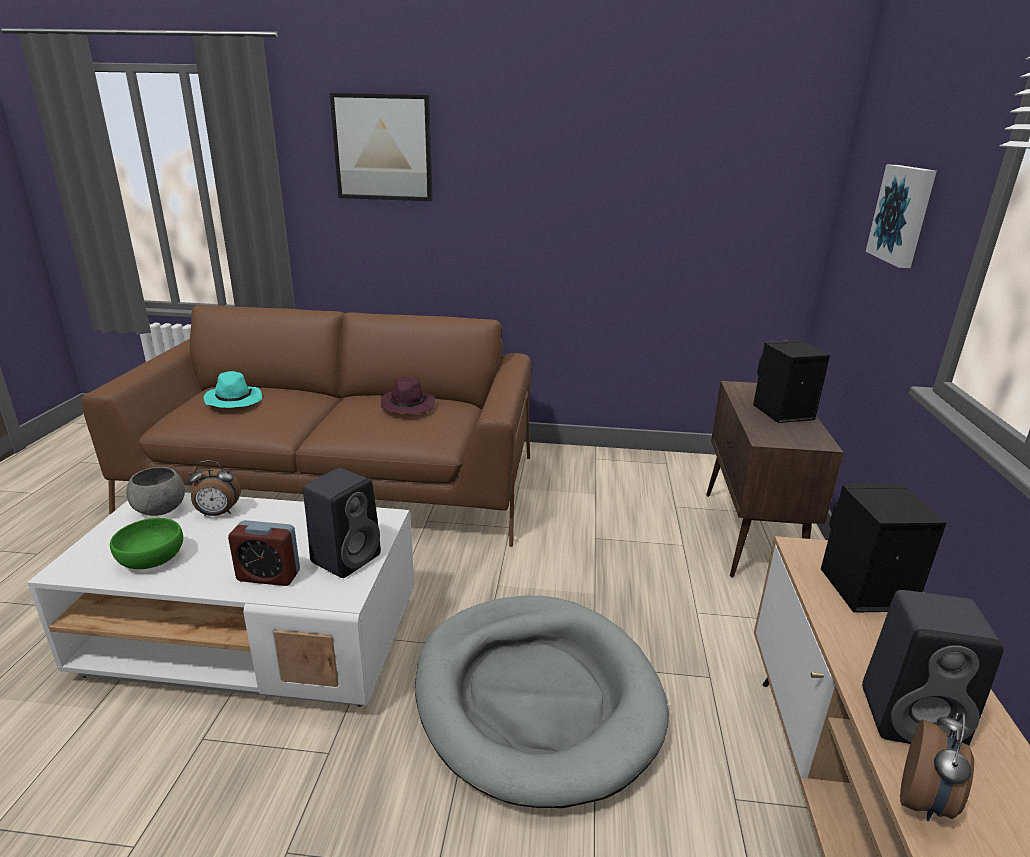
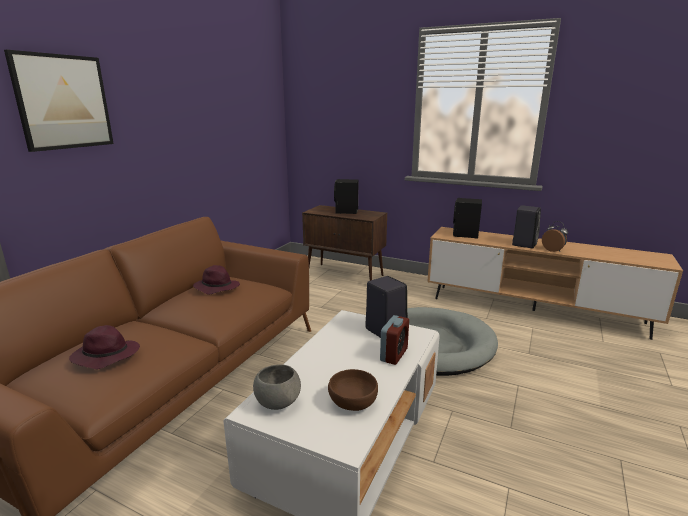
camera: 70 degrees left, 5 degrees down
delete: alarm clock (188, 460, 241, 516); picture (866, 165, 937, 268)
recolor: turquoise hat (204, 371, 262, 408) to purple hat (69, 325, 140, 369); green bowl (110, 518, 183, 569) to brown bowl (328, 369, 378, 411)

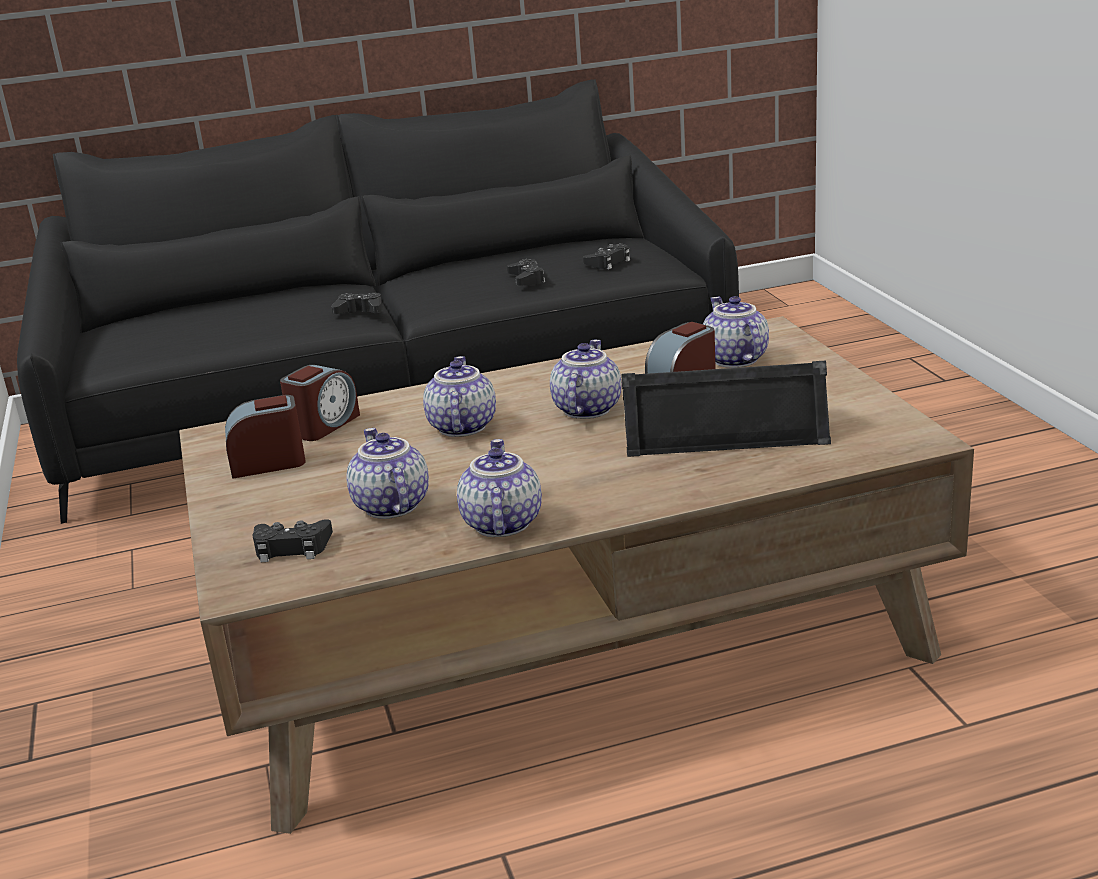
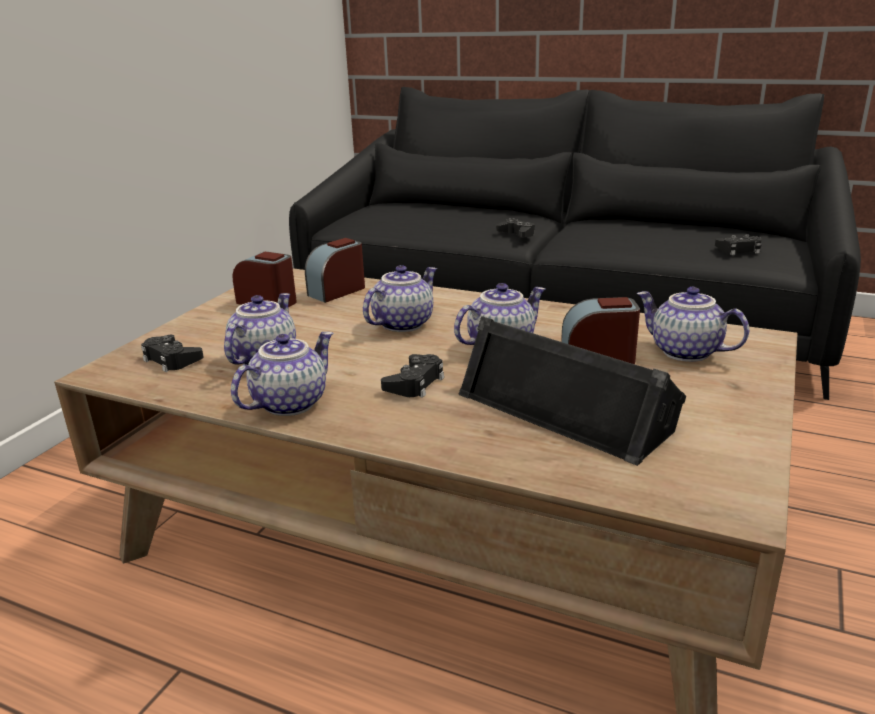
camera: 40 degrees right, 0 degrees up
move: black game controller (507, 259, 545, 286) to (381, 354, 444, 398)
rotate: alarm clock (280, 365, 360, 441) = (305, 238, 365, 303) 150 degrees clockwise; teapot (703, 296, 769, 368) = (637, 287, 749, 362) 75 degrees counterclockwise

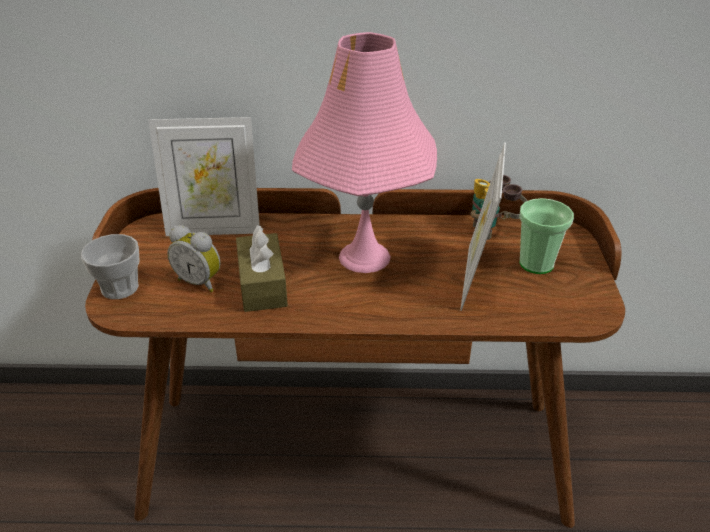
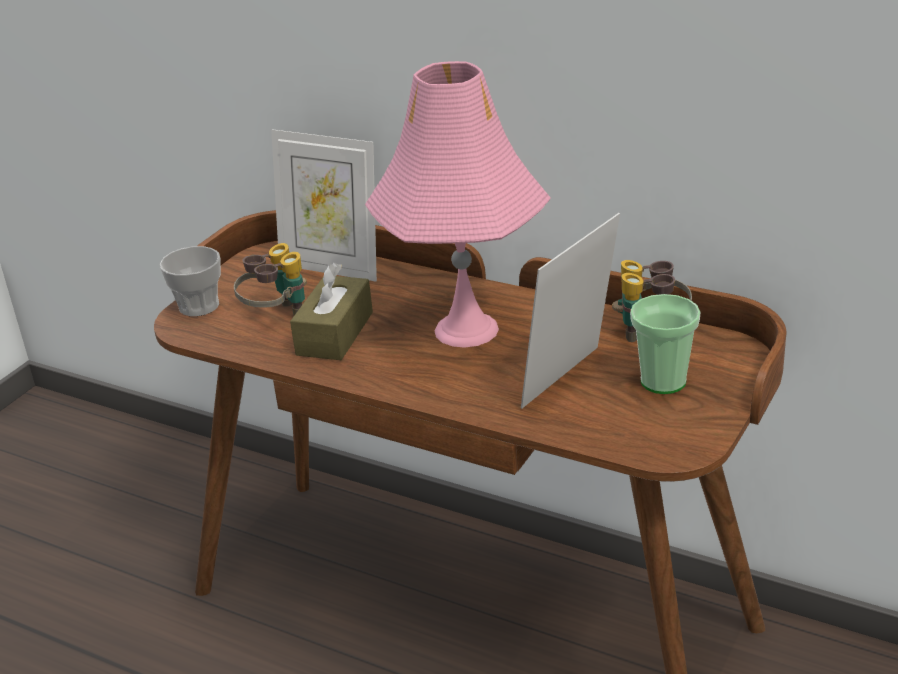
camera: 30 degrees right, 5 degrees down
replace: alarm clock (167, 225, 220, 292) to binoculars (234, 243, 307, 315)

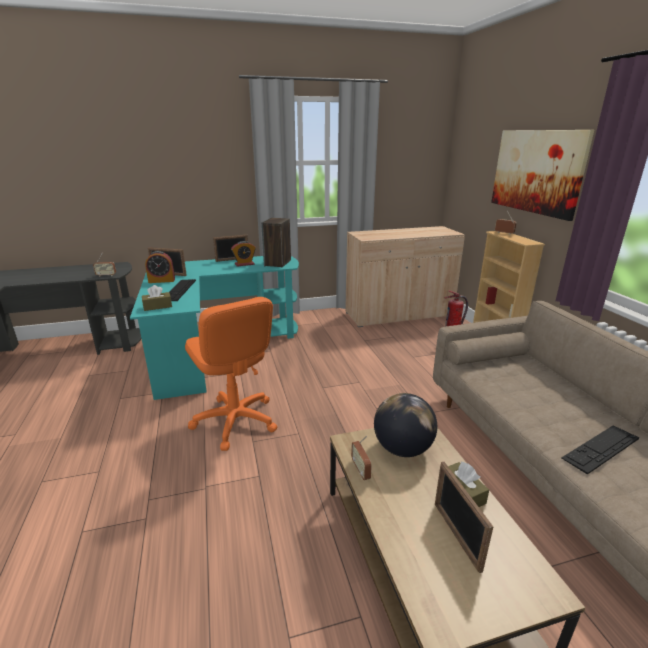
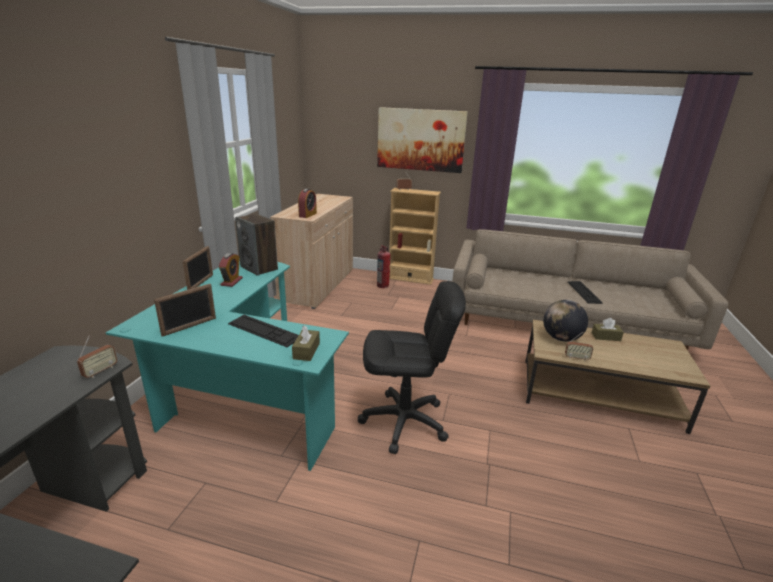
camera: 60 degrees left, 0 degrees up
delete: picture frame (435, 462, 493, 573)
move: alarm clock (145, 251, 175, 283) to (298, 189, 317, 218)
recolor: orange office chair (185, 297, 277, 451) to black office chair (358, 281, 466, 454)

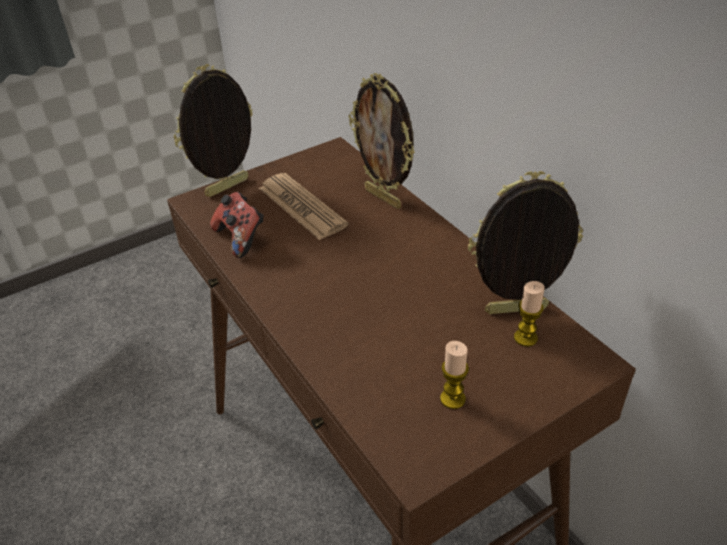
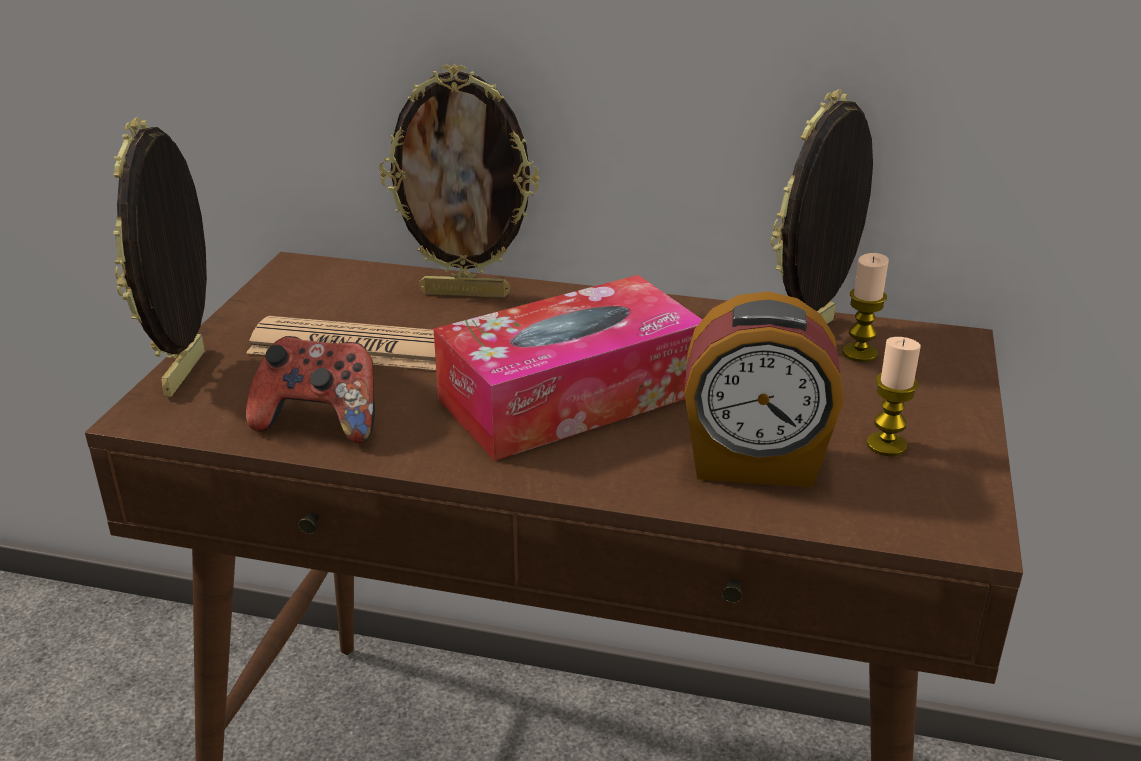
camera: 45 degrees left, 10 degrees down
insert: tissue box (433, 275, 702, 461); alarm clock (684, 291, 843, 488)

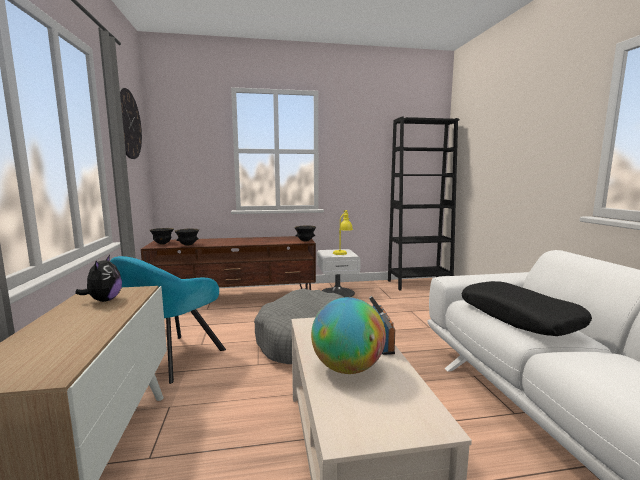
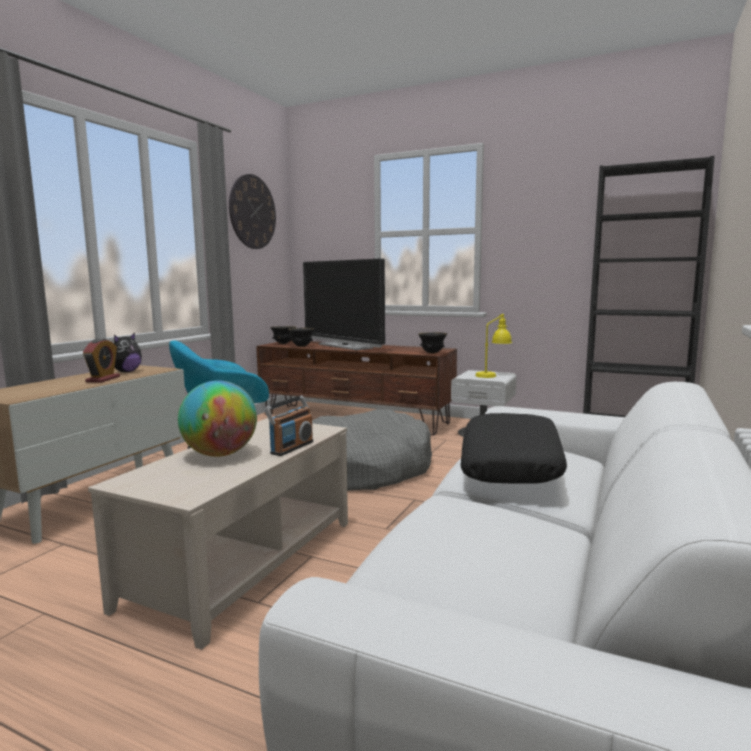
camera: 35 degrees right, 0 degrees up
insert: alarm clock (83, 339, 120, 382); television (303, 259, 385, 350)

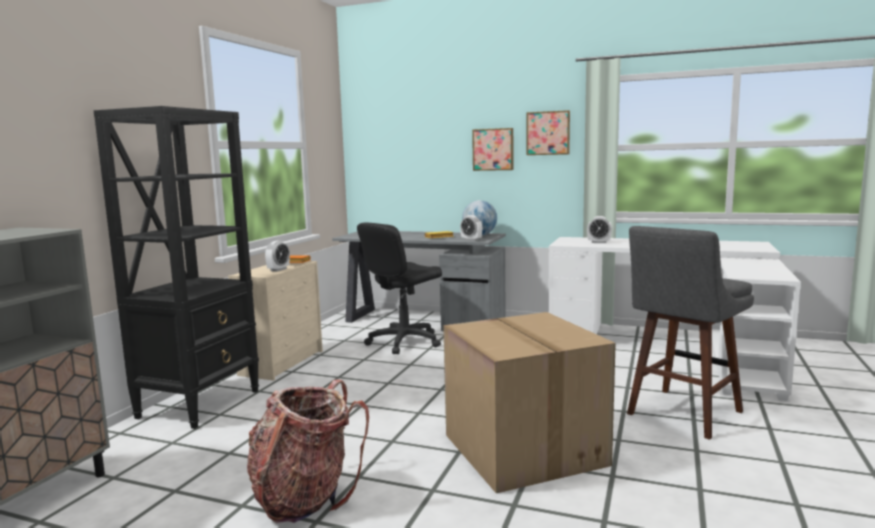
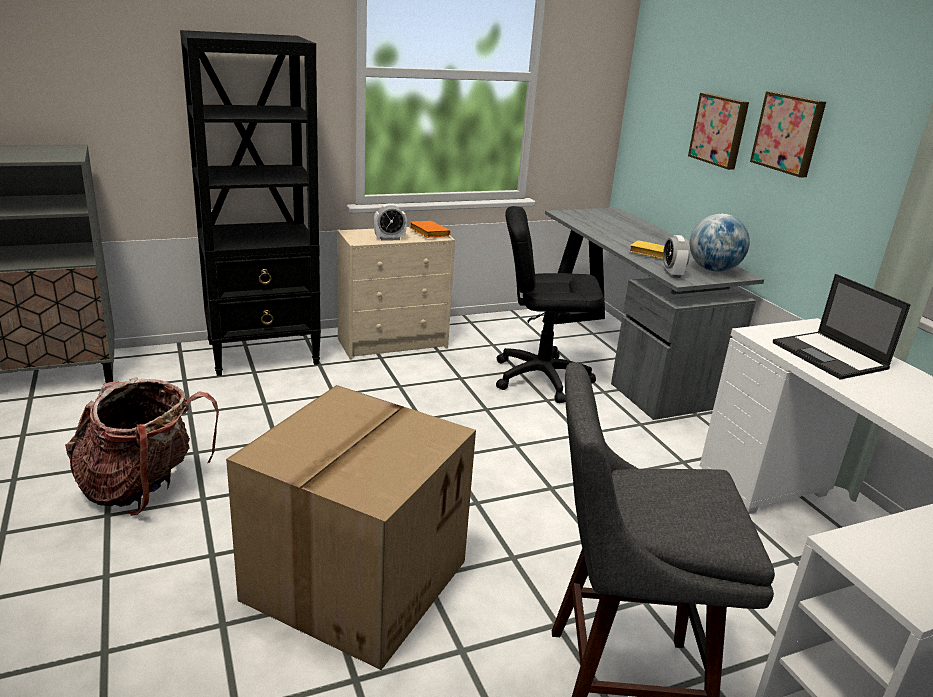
camera: 45 degrees right, 15 degrees up
move: picture (527, 110, 570, 155) to (688, 93, 749, 170)
replace: alarm clock (587, 216, 612, 243) to laptop (773, 274, 911, 380)

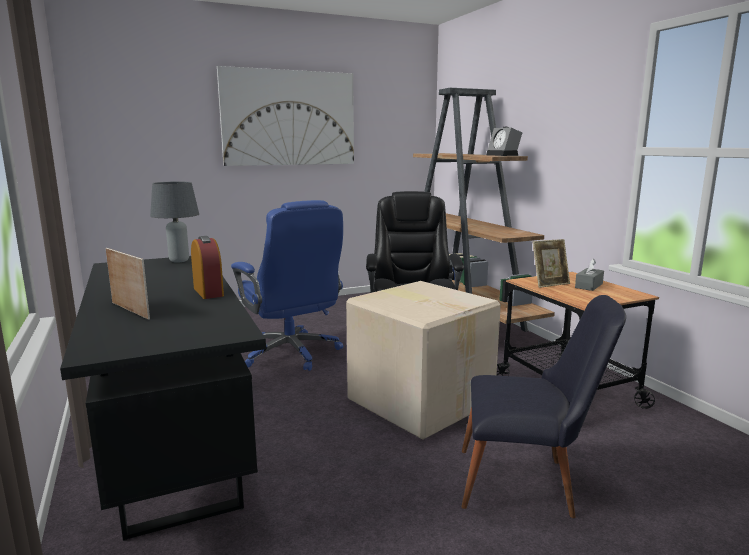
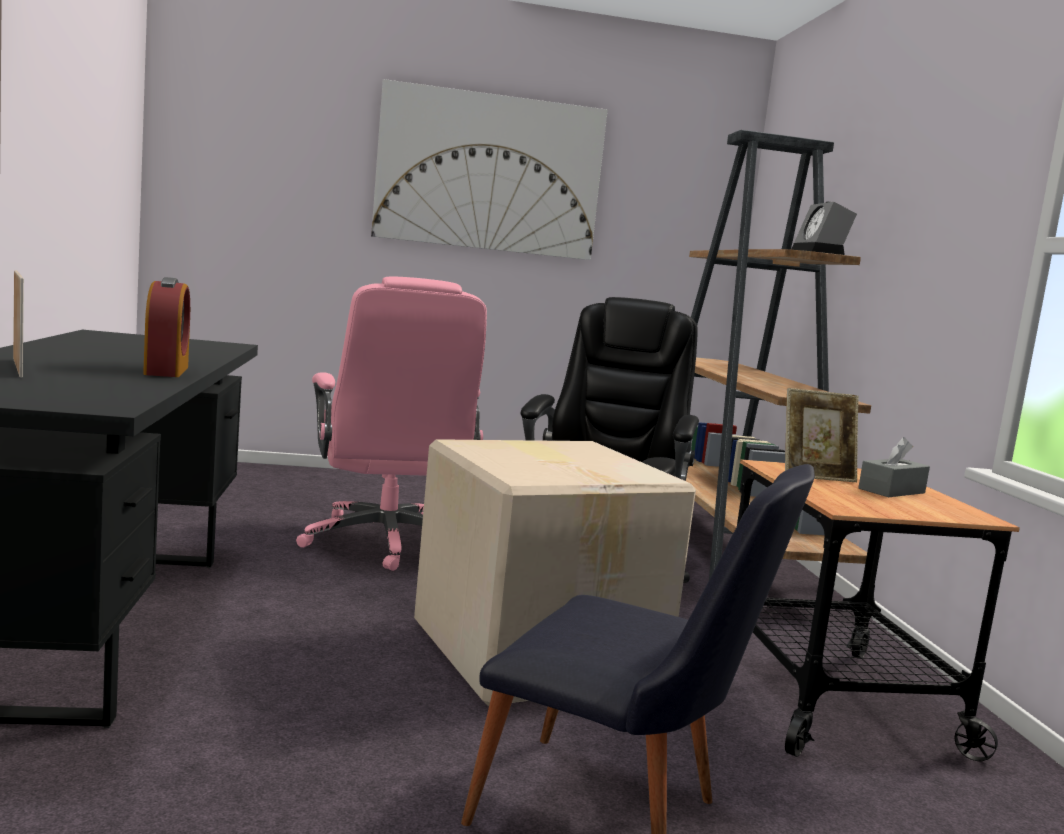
camera: 15 degrees right, 5 degrees down
delete: grey table lamp (150, 181, 199, 263)
recolor: blue office chair (231, 200, 343, 371) to pink office chair (296, 276, 487, 571)

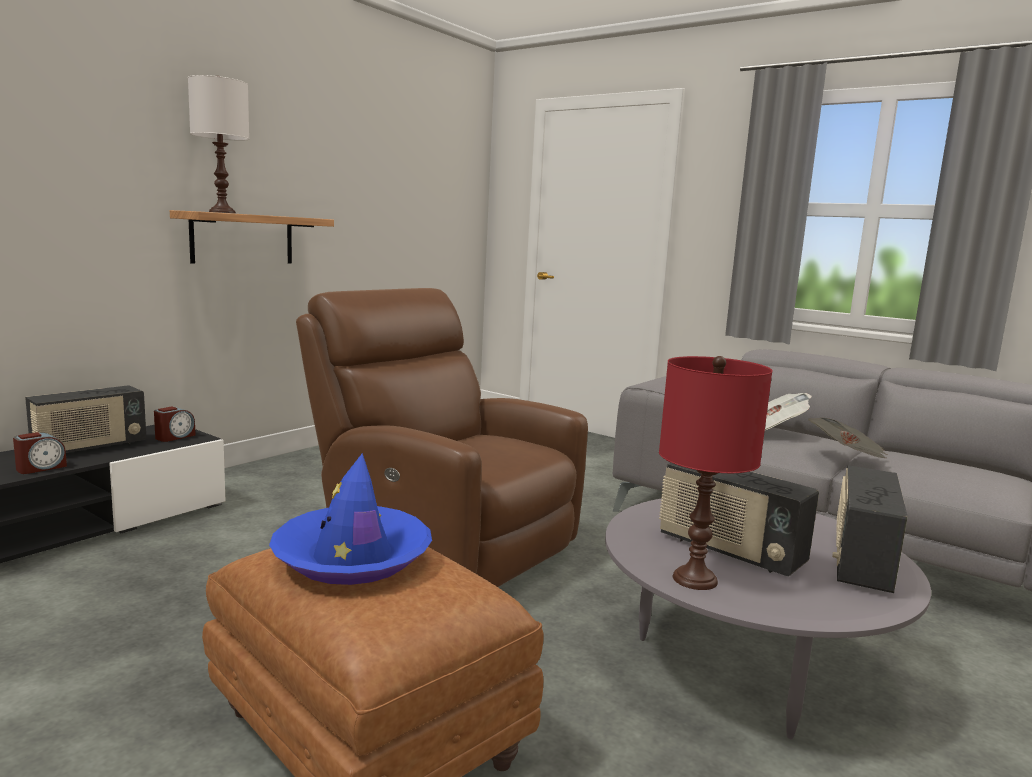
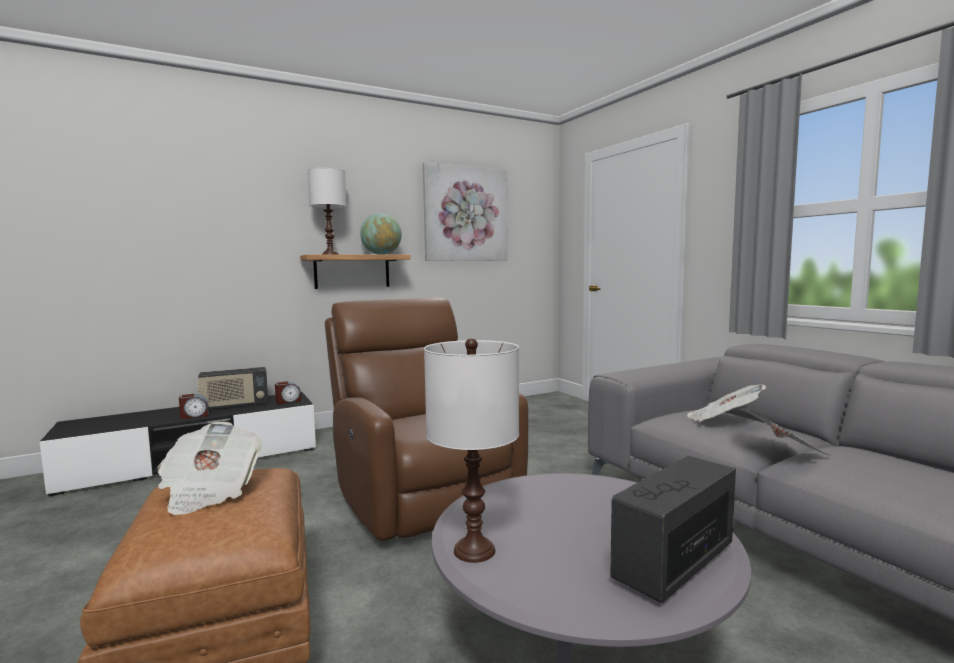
camera: 25 degrees right, 5 degrees down
delete: radio (659, 463, 819, 576)
insert: globe (360, 213, 402, 255); picture (423, 162, 508, 261)
replace: blue hat (269, 453, 432, 585) to newspaper (157, 422, 262, 515)
recolor: red table lamp (659, 356, 772, 590) to white table lamp (424, 338, 519, 563)

